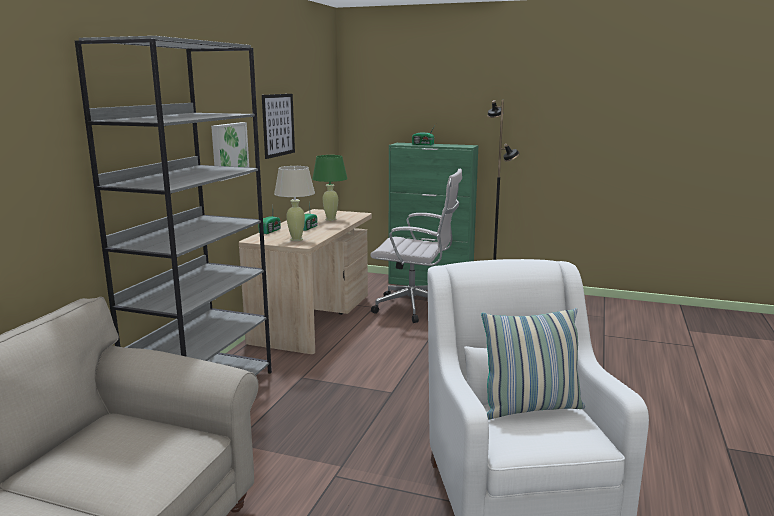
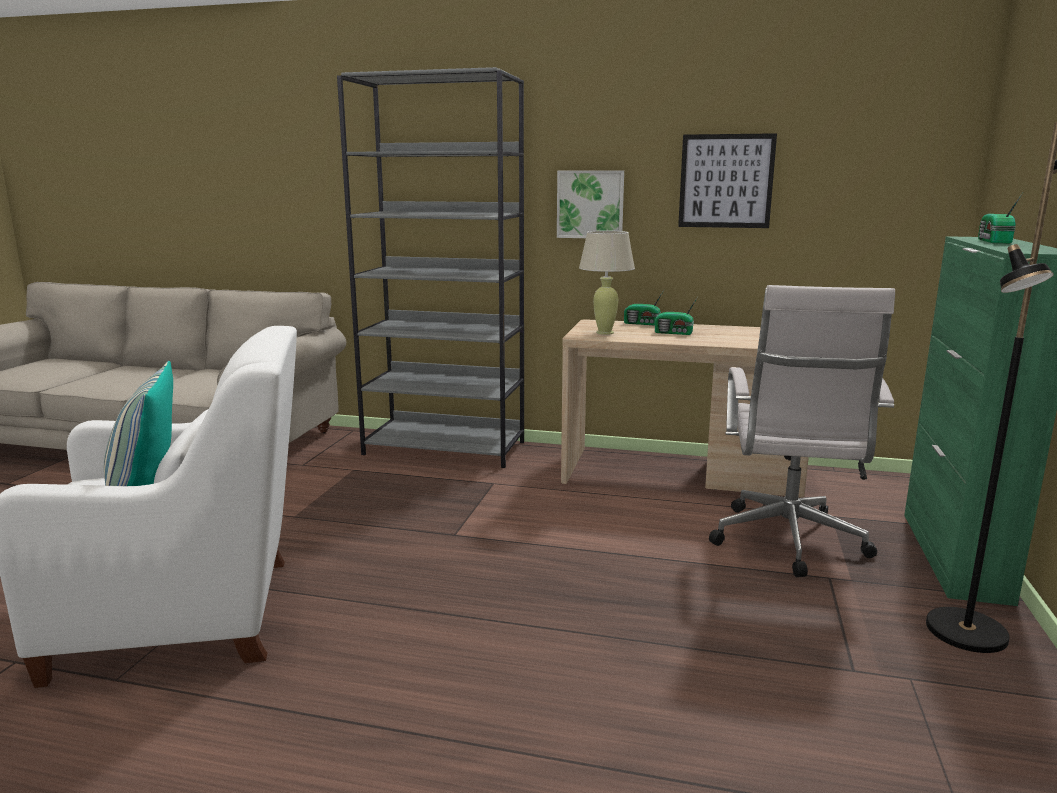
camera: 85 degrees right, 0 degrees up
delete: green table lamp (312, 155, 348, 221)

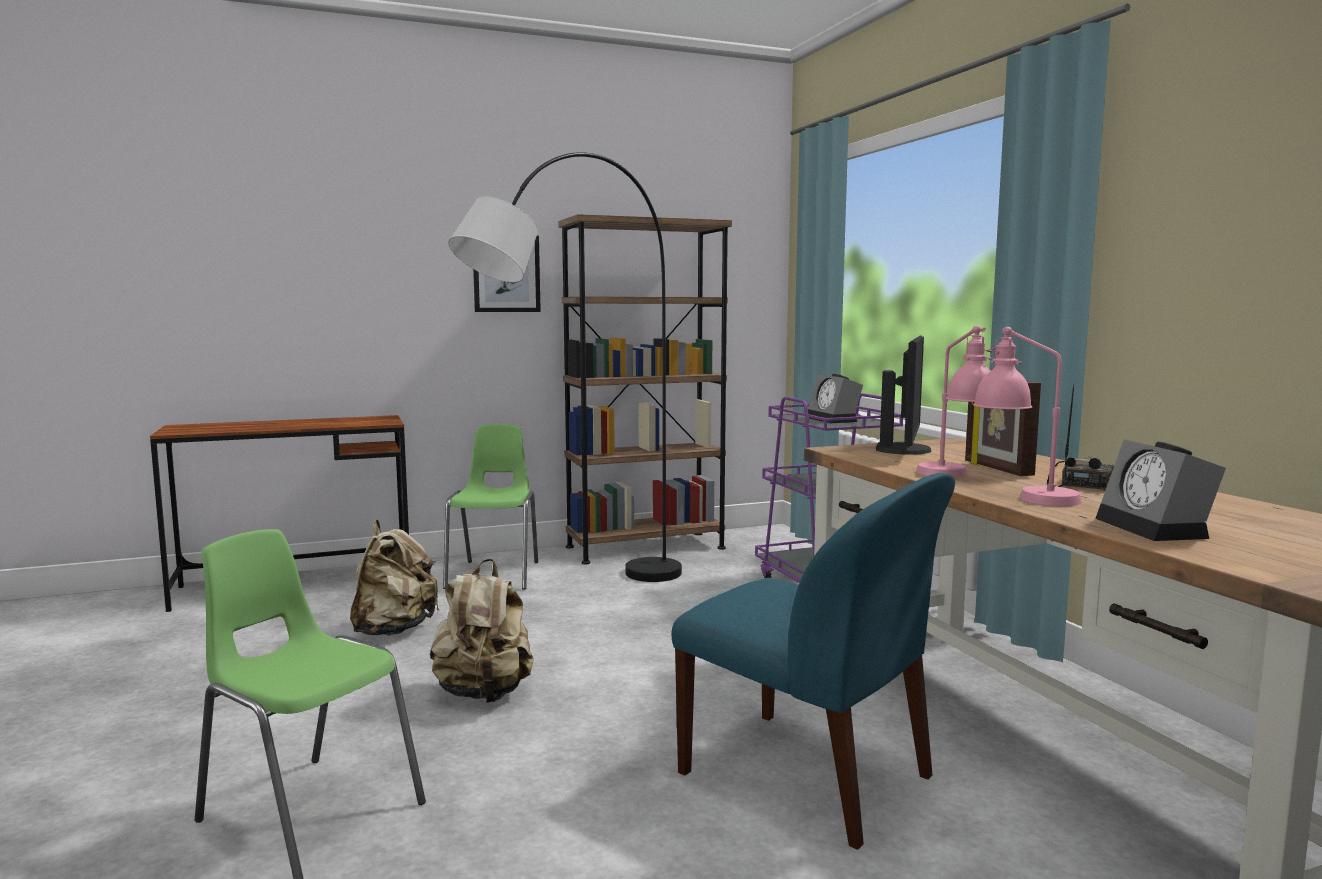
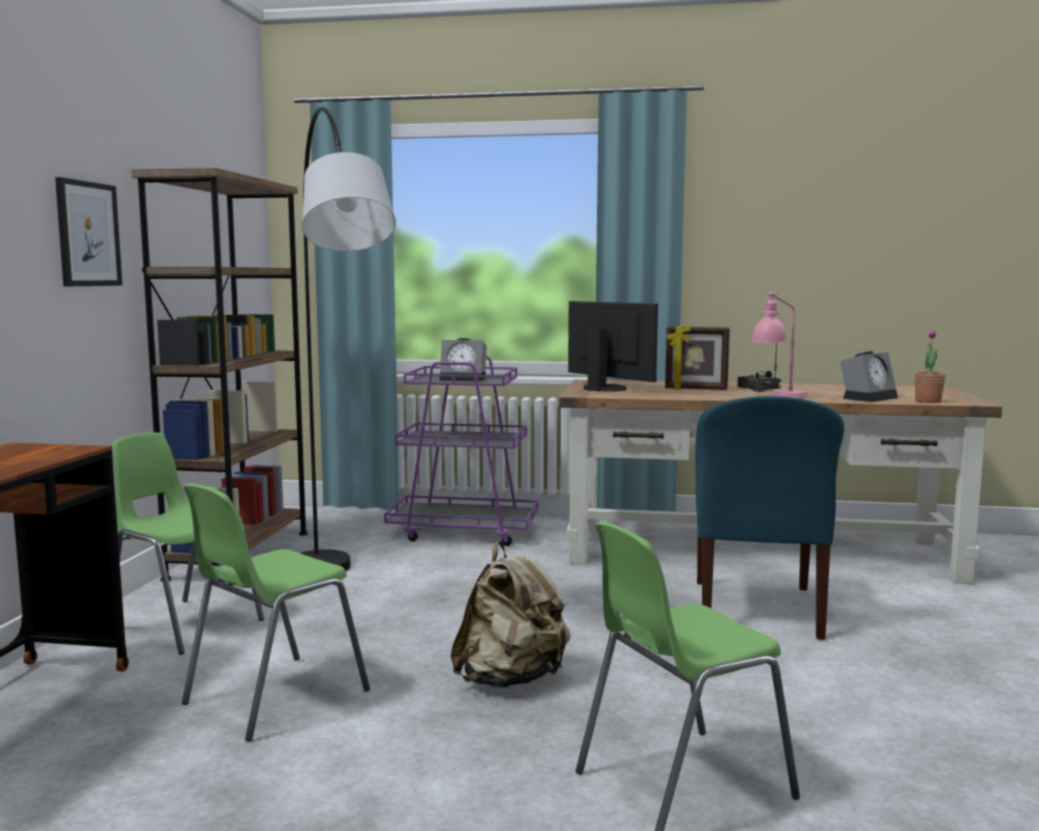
camera: 60 degrees left, 0 degrees up
delete: pink table lamp (916, 325, 997, 478)
insert: potted plant (915, 330, 946, 403)
replace: beige backpack (350, 520, 439, 636) to green chair (182, 484, 370, 741)
rotate: blue chair (671, 473, 955, 850) = (695, 396, 844, 640) 120 degrees clockwise; alarm clock (1095, 440, 1226, 541) = (840, 351, 898, 402) 60 degrees counterclockwise

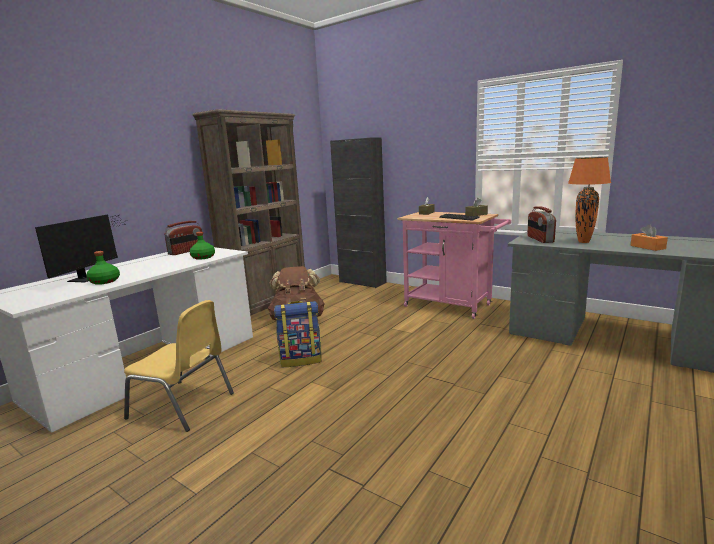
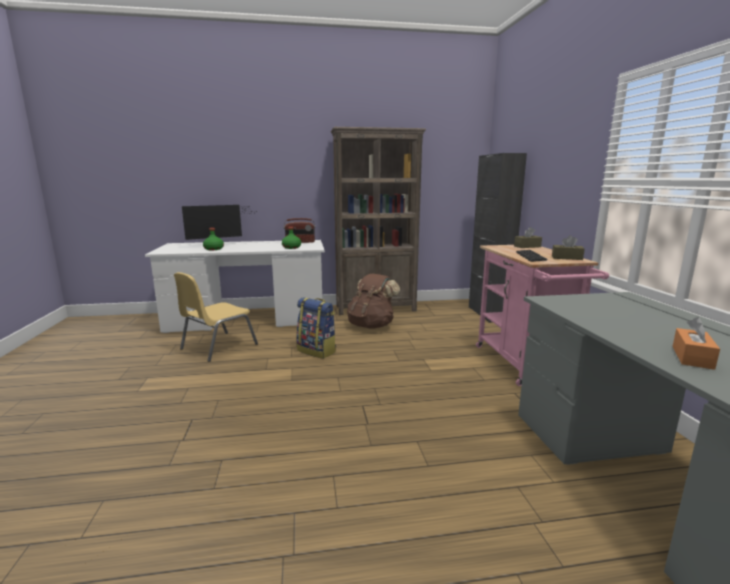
camera: 45 degrees right, 0 degrees up
delete: radio (527, 206, 556, 243); orange table lamp (568, 157, 611, 243)
rotate: yellow chair (124, 300, 234, 432) = (174, 272, 258, 362) 60 degrees clockwise

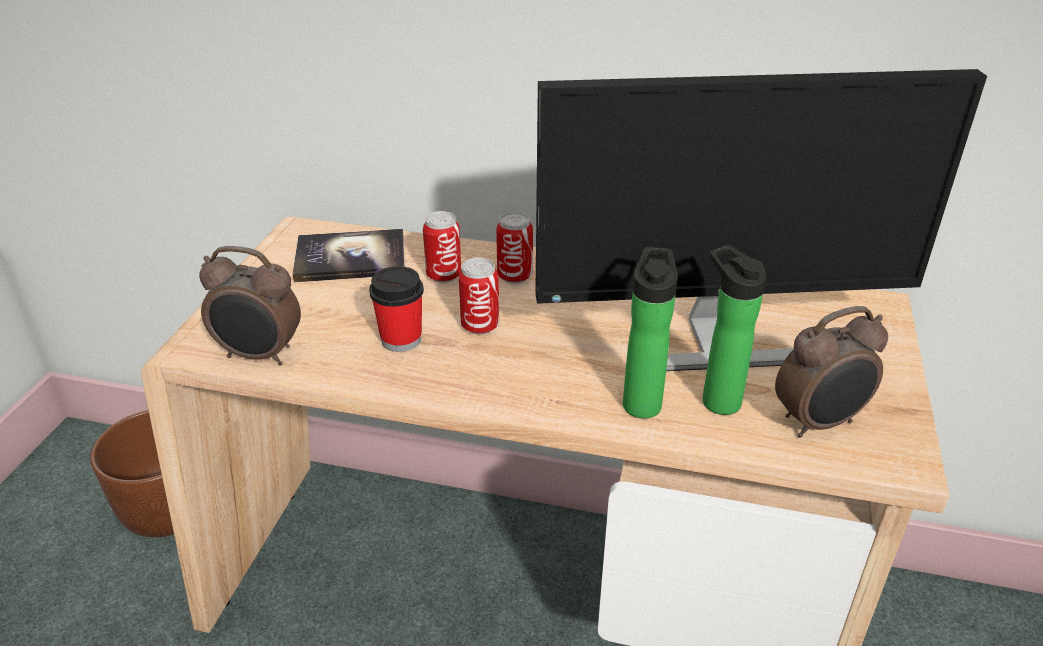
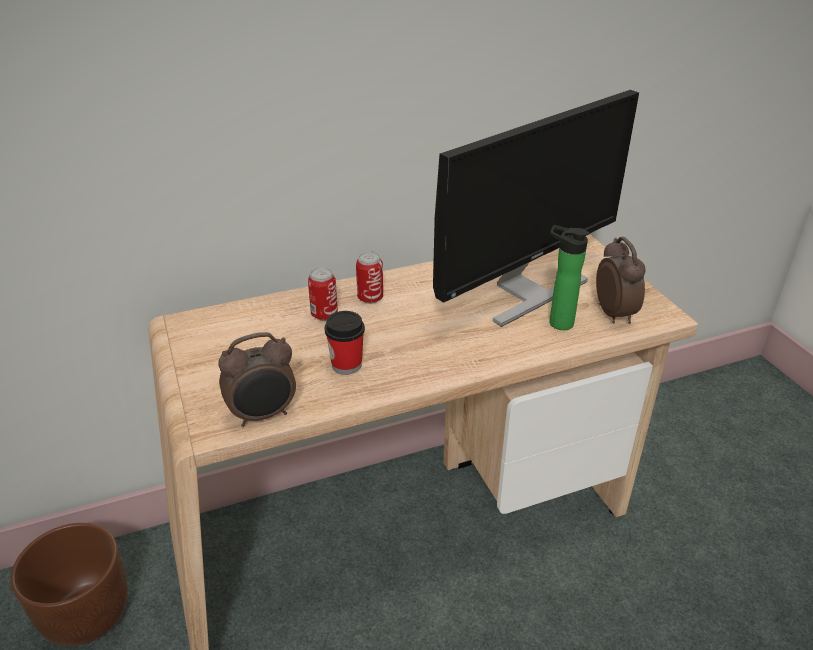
camera: 35 degrees left, 0 degrees up
delete: book (292, 229, 405, 282); can (459, 257, 499, 334); bottle (623, 247, 678, 418)
rotate: alarm clock (775, 306, 888, 438) = (596, 237, 645, 324) 45 degrees counterclockwise

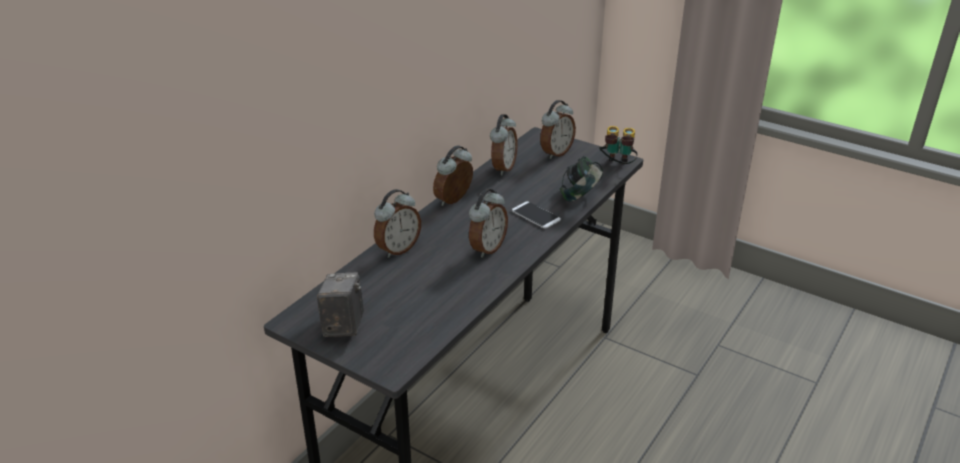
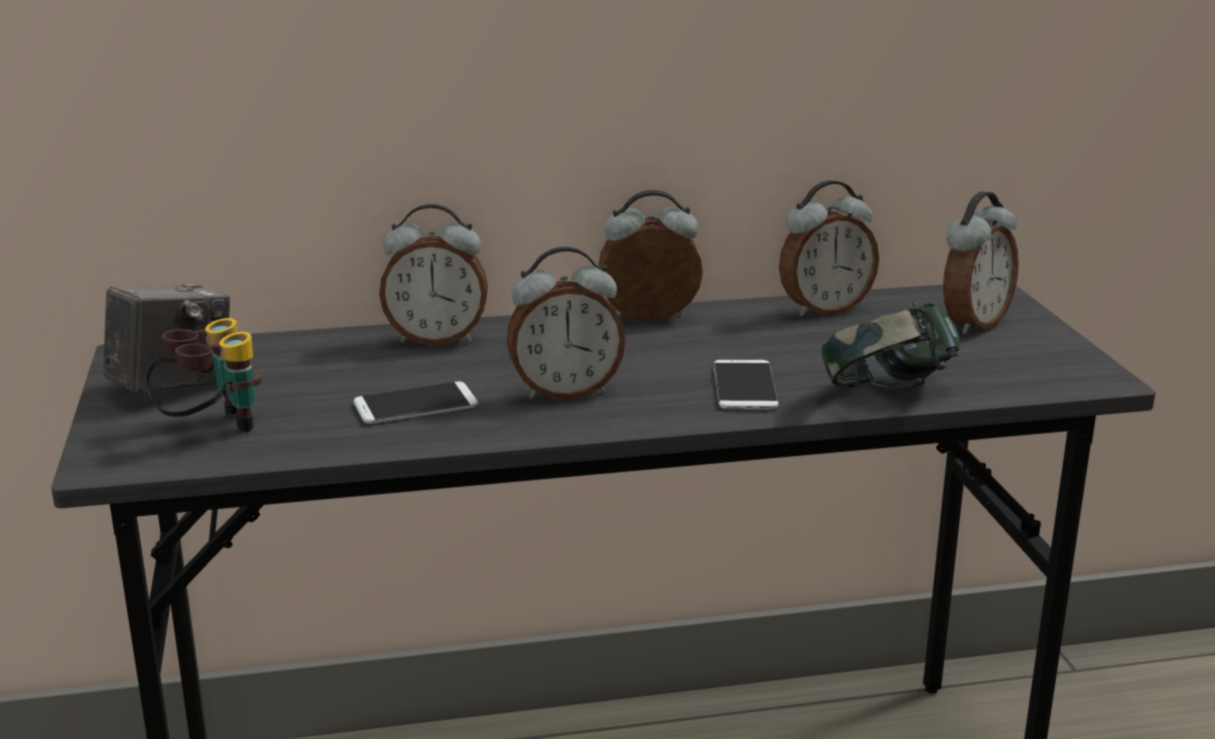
camera: 45 degrees right, 10 degrees down
insert: phone (354, 381, 478, 424)
move: binoculars (599, 126, 638, 164) to (145, 318, 262, 432)
rotate: alarm clock (540, 100, 576, 159) = (943, 191, 1019, 335) 45 degrees counterclockwise

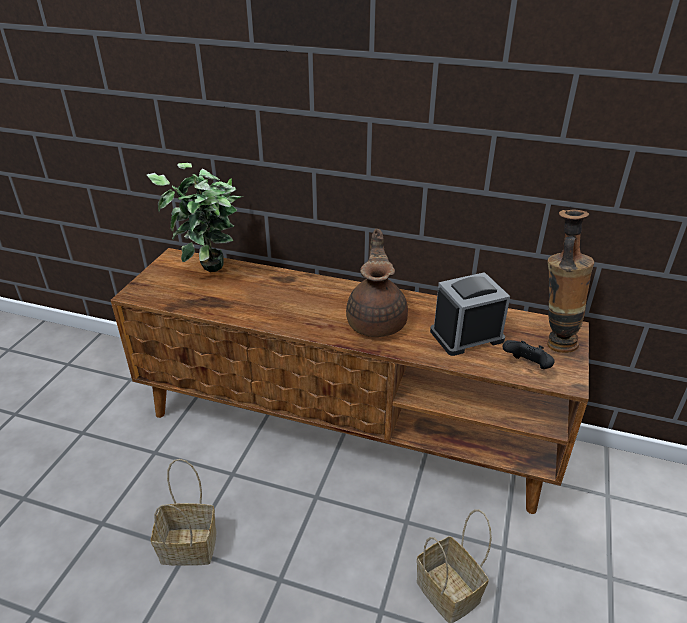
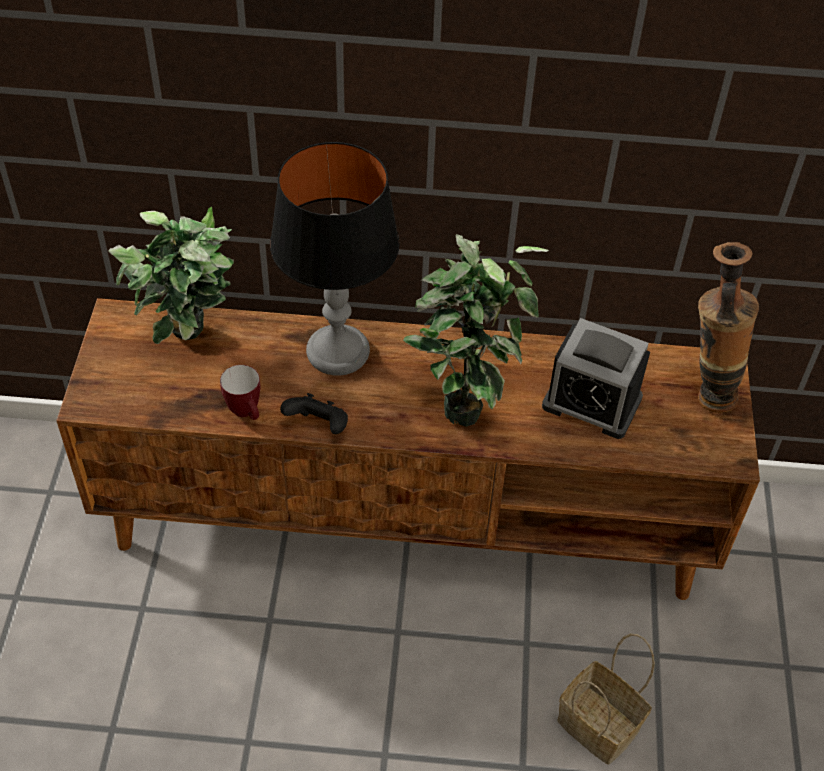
camera: 15 degrees left, 15 degrees up
delete: basket (151, 459, 217, 566)
insert: mug (220, 365, 260, 420); table lamp (270, 142, 400, 376)
move: black game controller (503, 340, 555, 369) to (280, 393, 348, 434)
replace: brown teapot (346, 229, 408, 337) to potted plant (403, 234, 549, 427)
rotate: alarm clock (430, 272, 510, 356) = (542, 318, 650, 439) 120 degrees counterclockwise

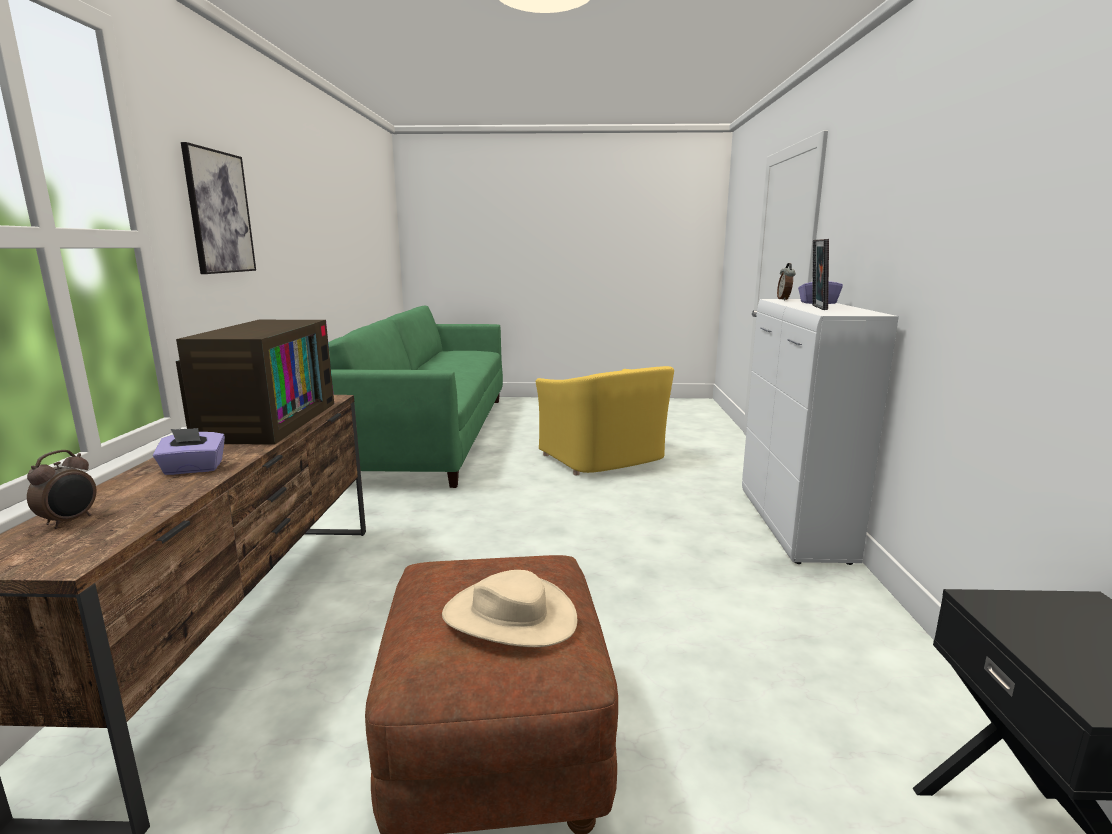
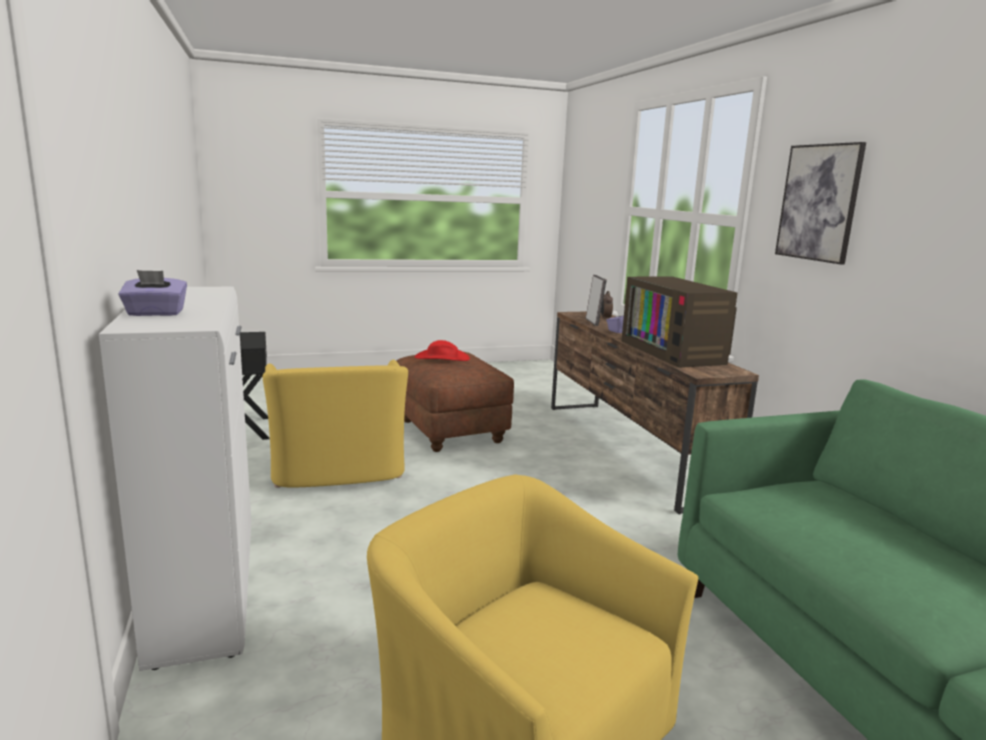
camera: 160 degrees right, 0 degrees up
delete: alarm clock (777, 263, 795, 300)
insert: yellow armchair (262, 360, 408, 488)
move: picture frame (812, 239, 829, 310) to (586, 275, 607, 326)
recolor: beige hat (442, 570, 577, 647) to red hat (414, 340, 470, 361)

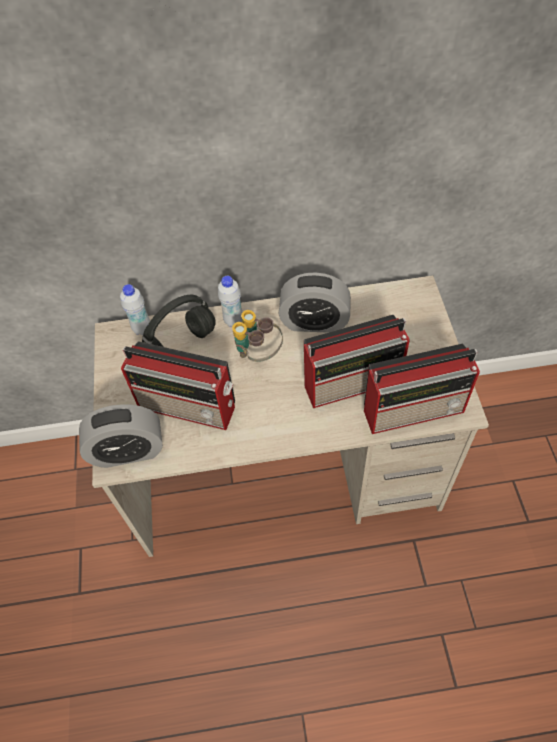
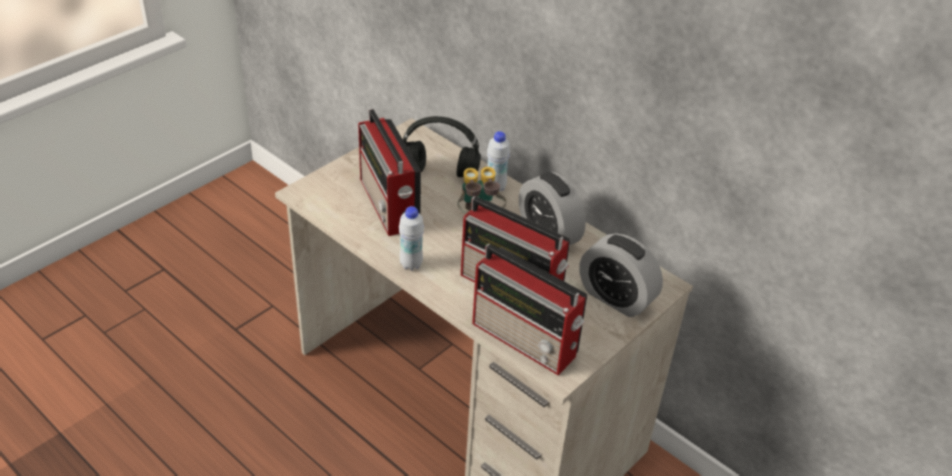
camera: 45 degrees right, 15 degrees down
move: white bottle (120, 284, 150, 335) to (399, 206, 424, 271); alarm clock (79, 404, 163, 468) to (579, 233, 663, 317)

